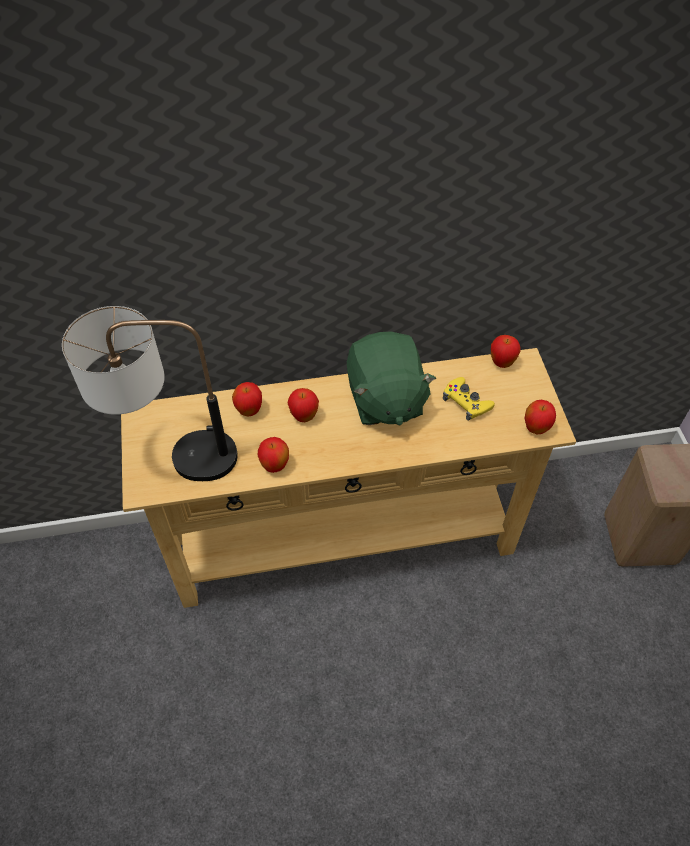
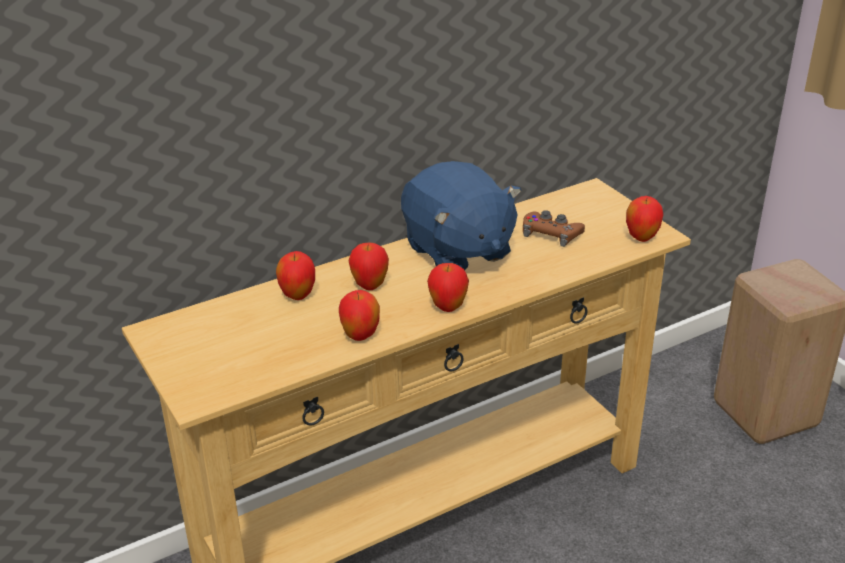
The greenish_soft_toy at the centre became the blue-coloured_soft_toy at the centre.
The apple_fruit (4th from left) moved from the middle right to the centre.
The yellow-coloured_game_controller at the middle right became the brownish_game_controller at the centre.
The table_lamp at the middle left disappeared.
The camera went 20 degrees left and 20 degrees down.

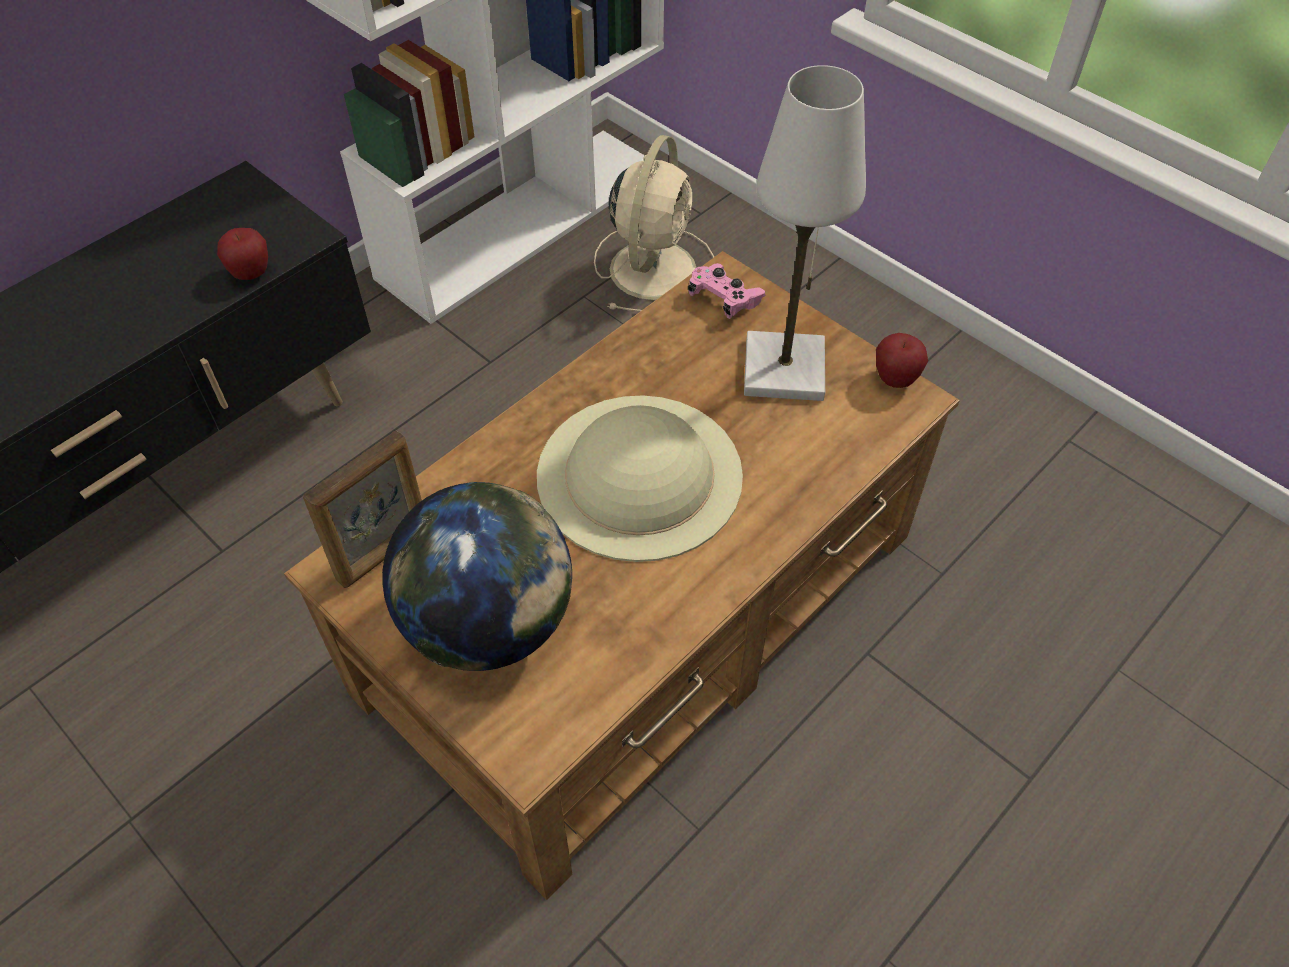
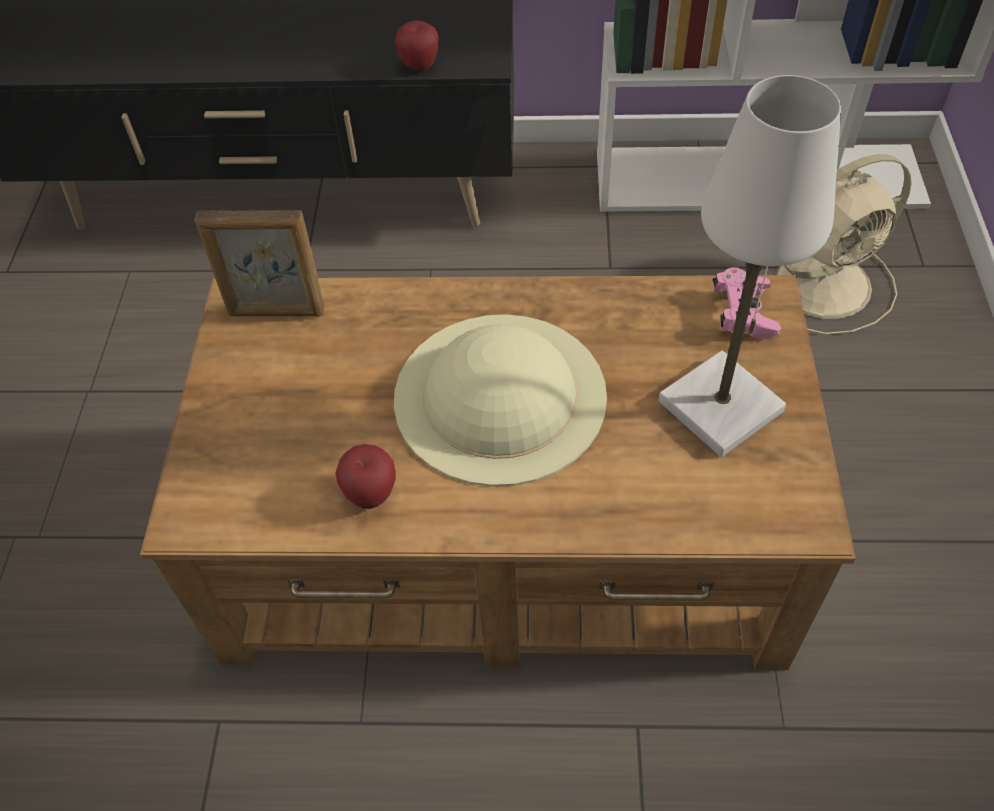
The apple_fruit (2nd from left in the first image) moved from the middle right to the centre.
The world_globe at the centre disappeared.
The camera went 50 degrees right and 0 degrees up.

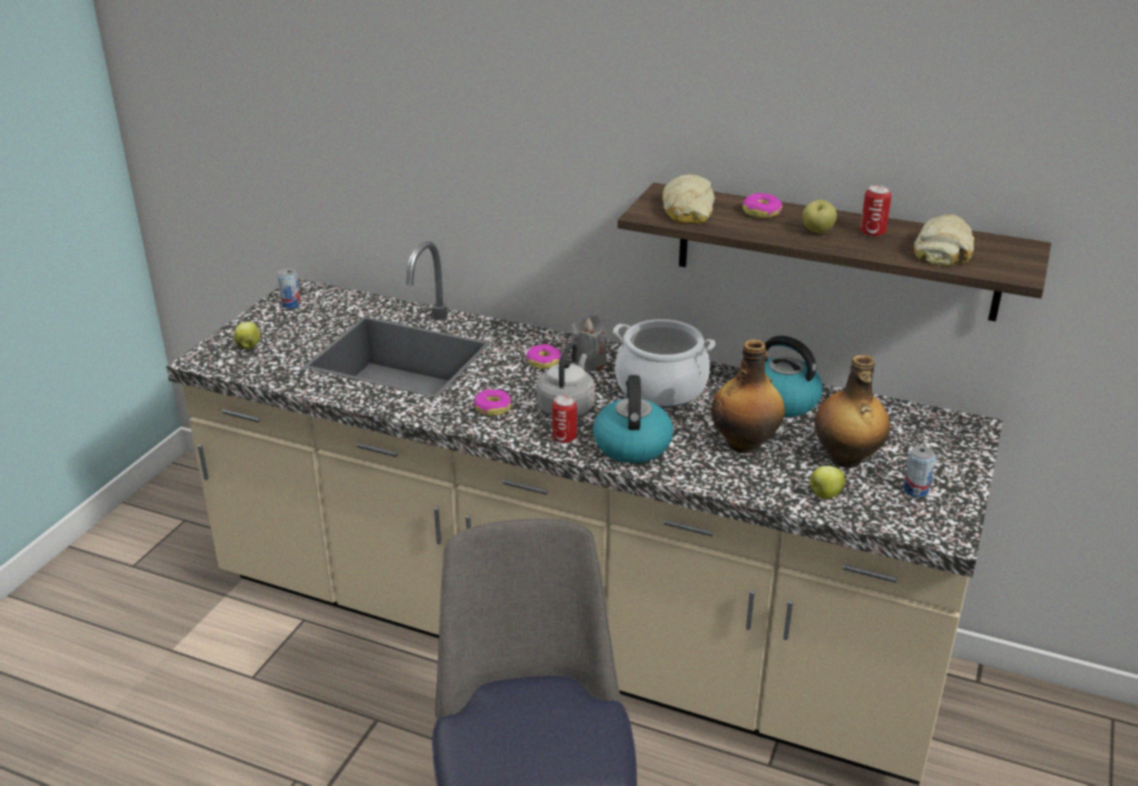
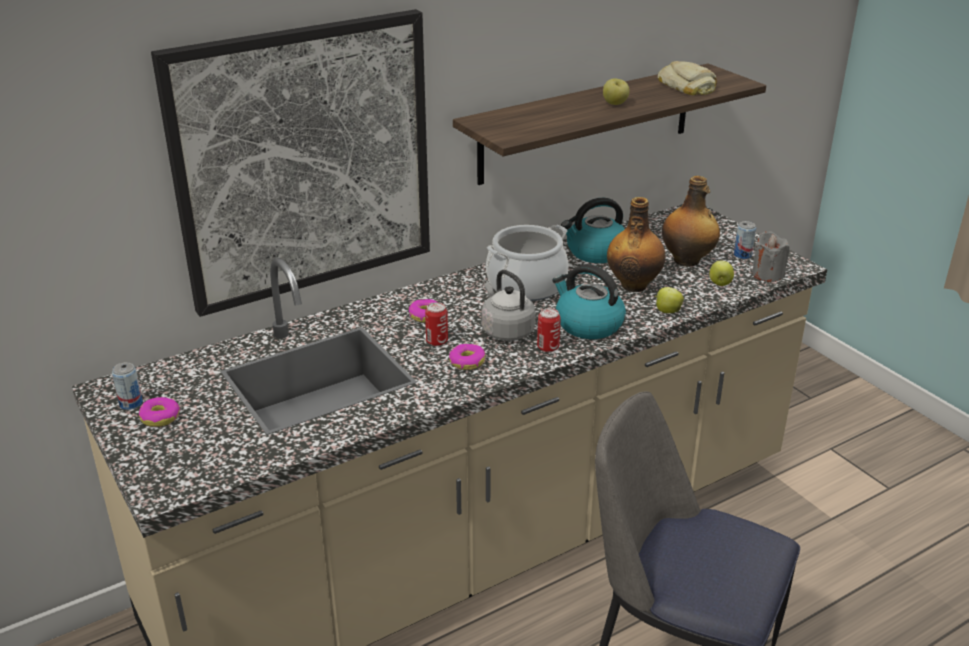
The ring_doughnut (3rd from left in the first image) moved from the top right to the middle left.
The picture at the top left appeared.
The metal_can (3rd from left in the first image) moved from the top right to the centre.
The apple_fruit (1st from left in the first image) moved from the middle left to the middle right.
The gray_wax_candle moved from the centre to the middle right.
The bakery_bread (1st from left) at the top centre disappeared.
The camera went 55 degrees left and 0 degrees up.

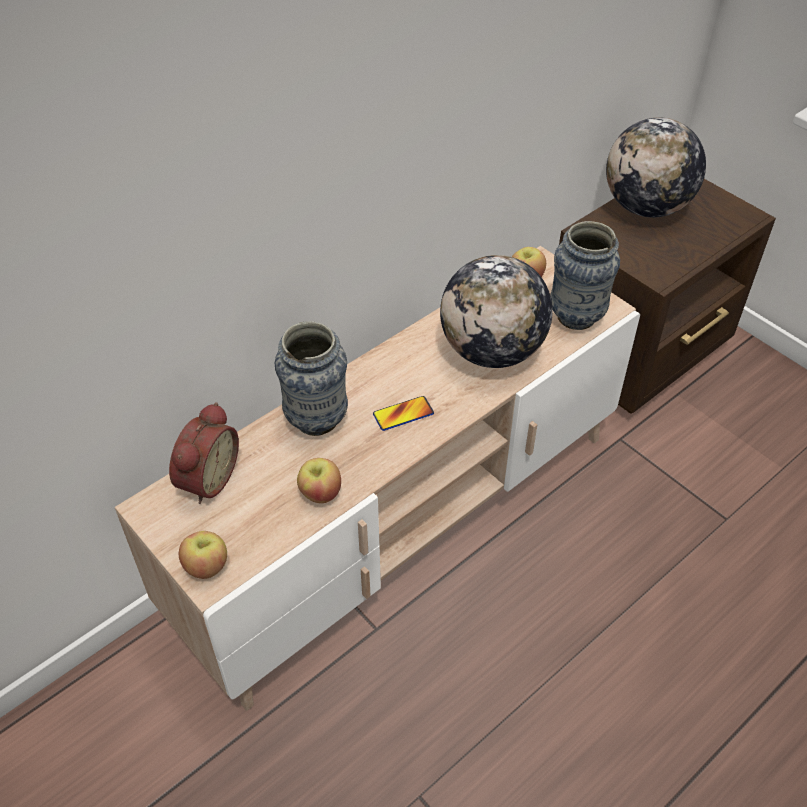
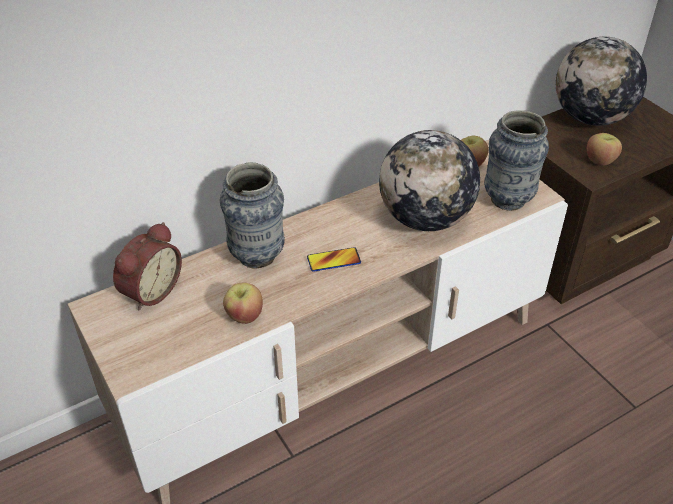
The apple_fruit (1st from left in the first image) moved from the bottom left to the top right.
The camera went 10 degrees right and 5 degrees down.

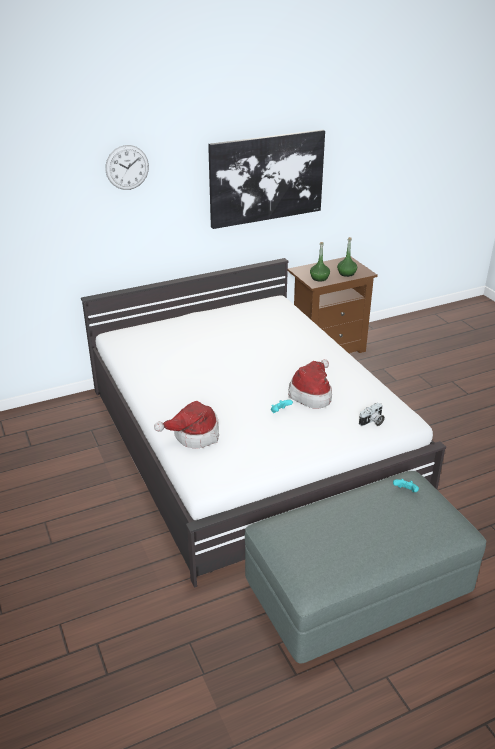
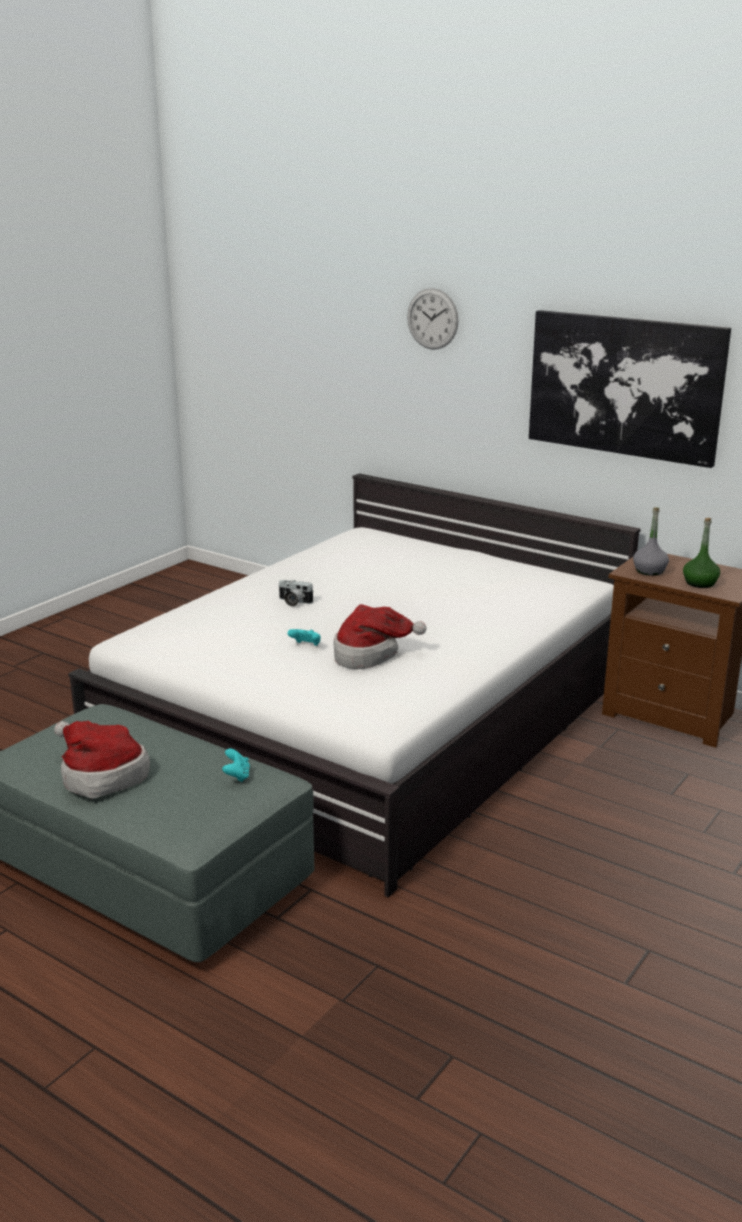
The hat (1st from left) moved from the centre to the middle left.
The still_camera moved from the middle right to the centre.
The greenish_bottle (1st from left) at the centre became the gray_bottle at the middle right.
The camera went 60 degrees right and 10 degrees down.

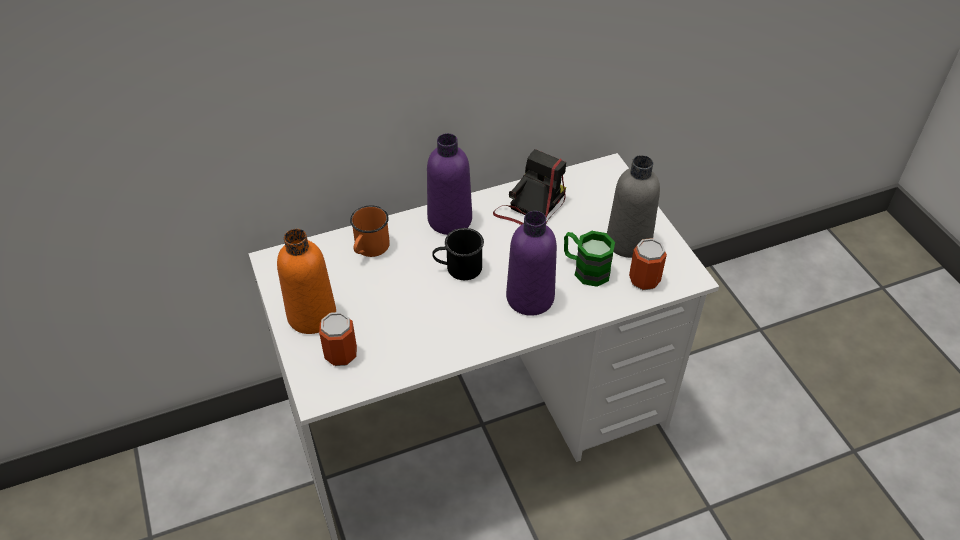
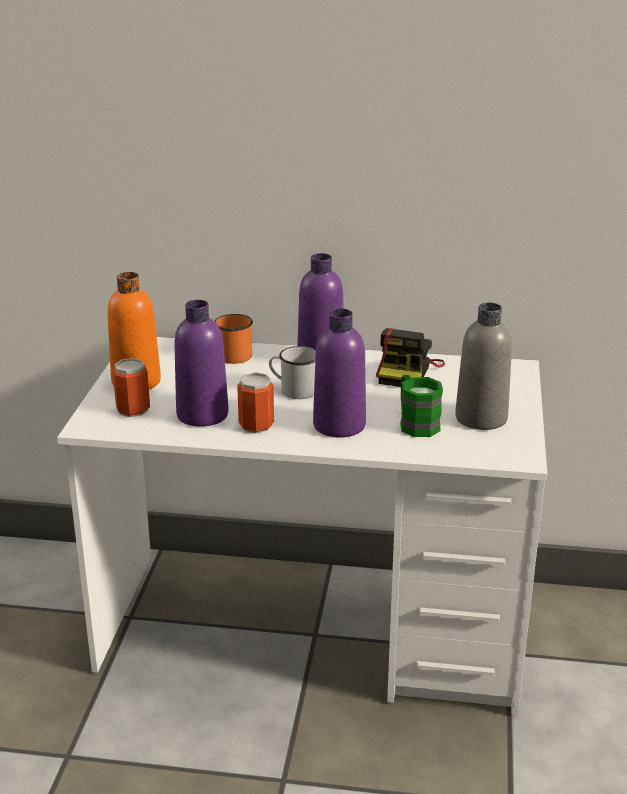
The purple-coloured_bottle (1st from left) at the middle left appeared.
The metal_can (2nd from left) moved from the middle right to the centre.
The blackish_mug at the centre became the white_mug at the centre.
The still_camera at the centre turned 135 degrees clockwise.
The camera went 30 degrees right and 20 degrees down.

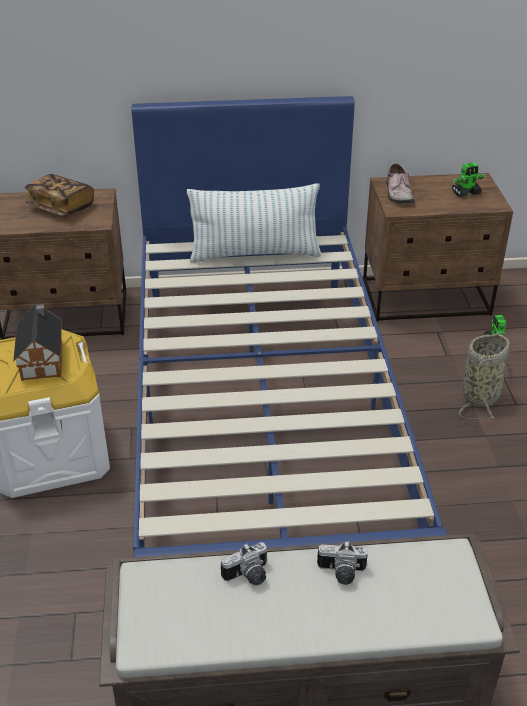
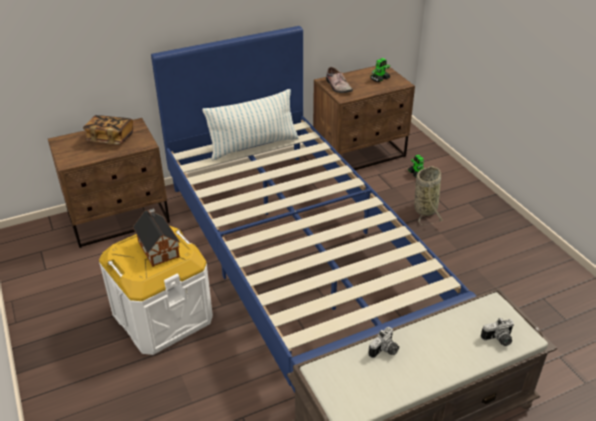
The still_camera (2nd from left) moved from the bottom centre to the bottom right.
The camera went 20 degrees left and 0 degrees up.

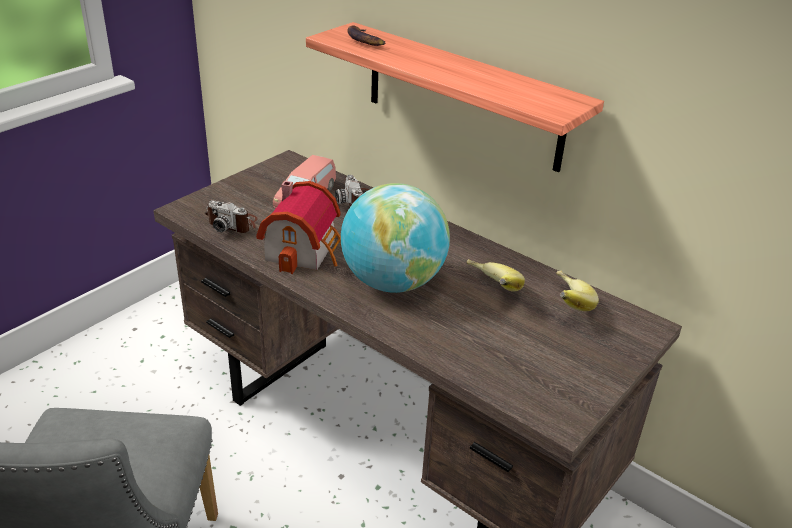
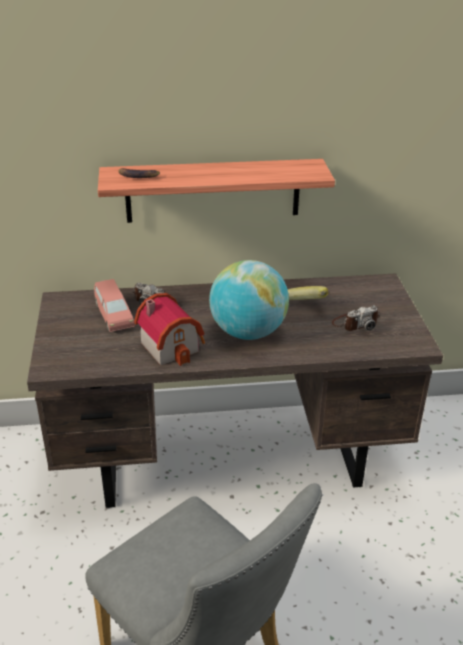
The still_camera (1st from left in the first image) moved from the middle left to the middle right.
The whole_banana (3rd from left) at the middle right disappeared.
The camera went 45 degrees left and 0 degrees up.

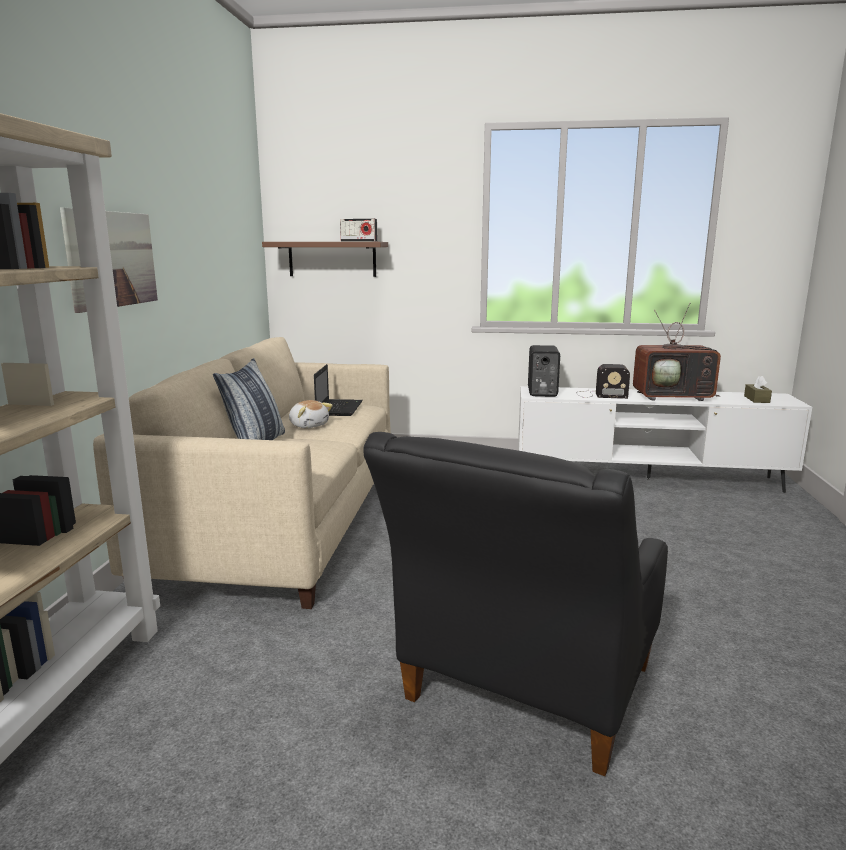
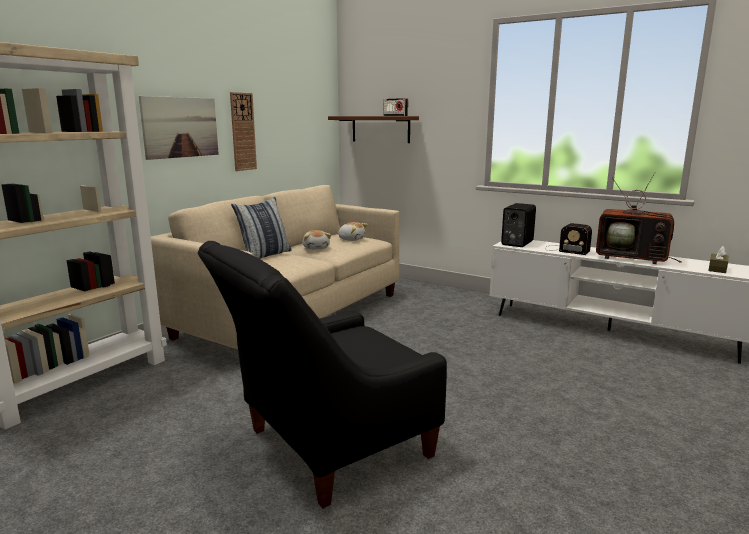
The wall_clock at the top left appeared.
The laptop at the centre was replaced by the soft_toy (2nd from left) at the centre.
The camera went 25 degrees right and 0 degrees up.

